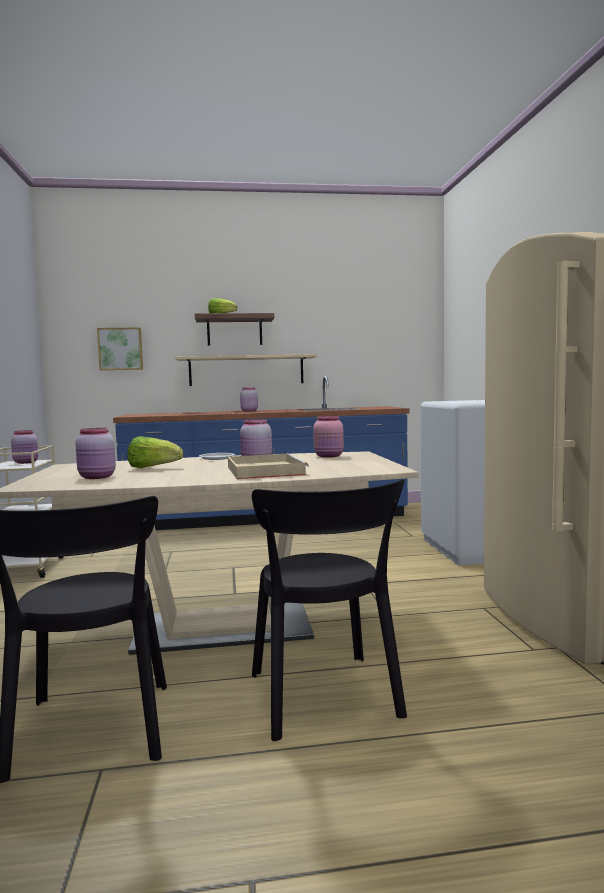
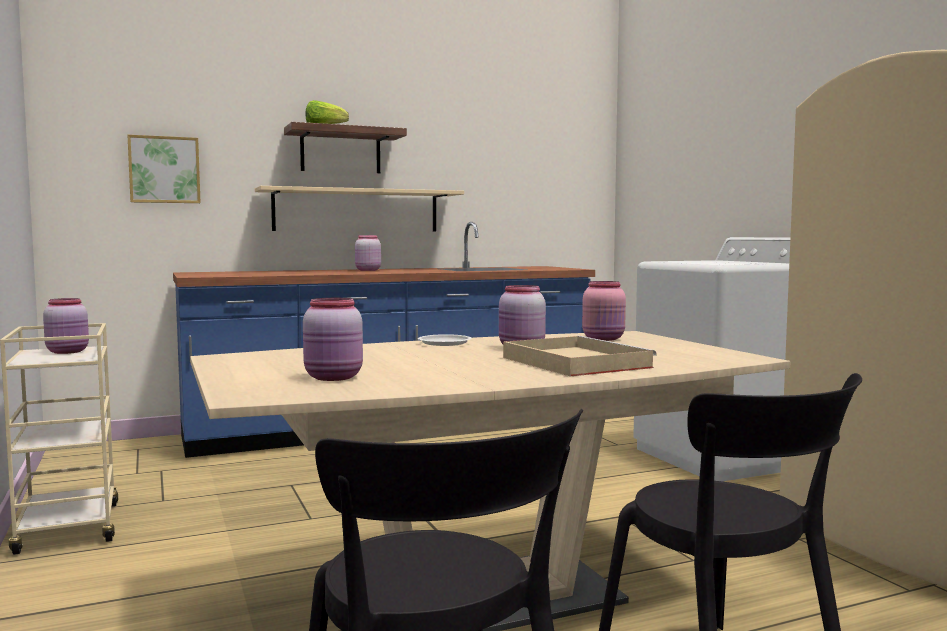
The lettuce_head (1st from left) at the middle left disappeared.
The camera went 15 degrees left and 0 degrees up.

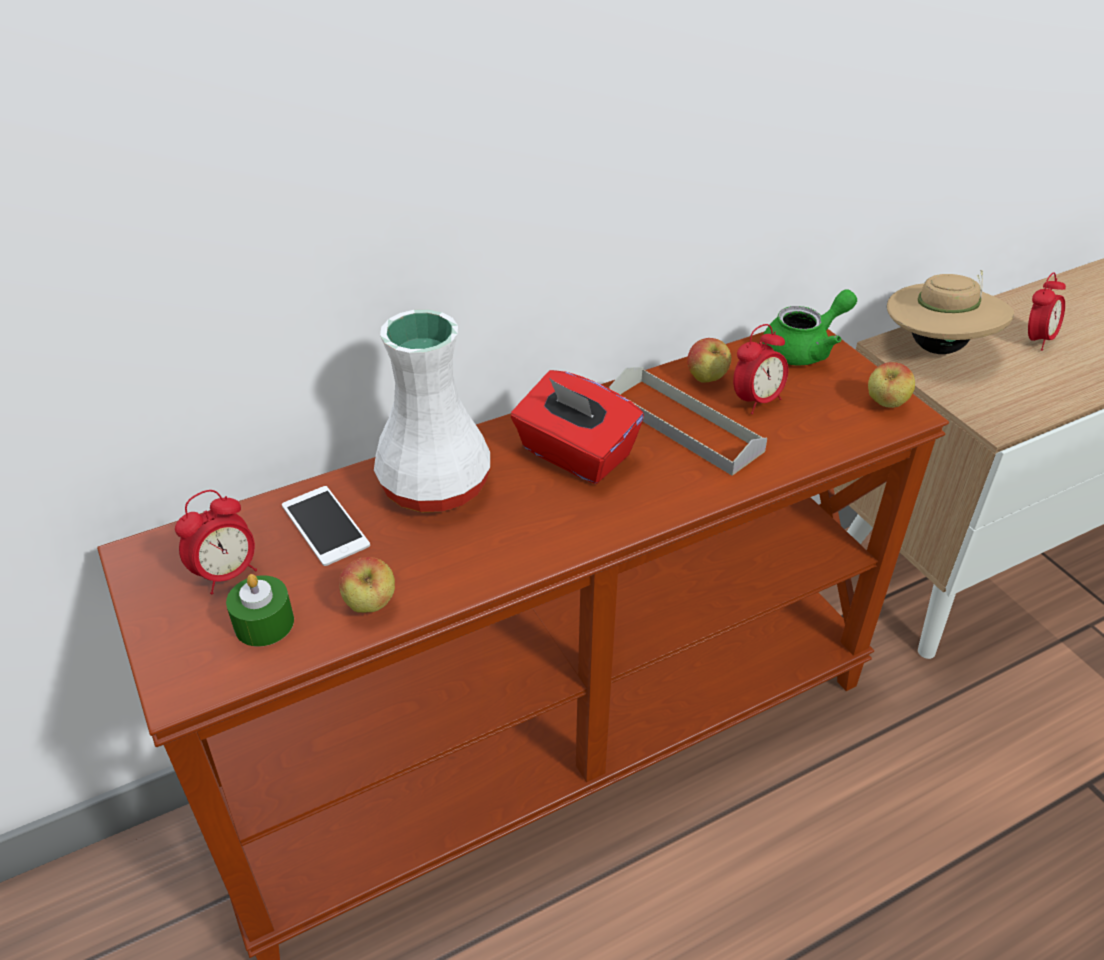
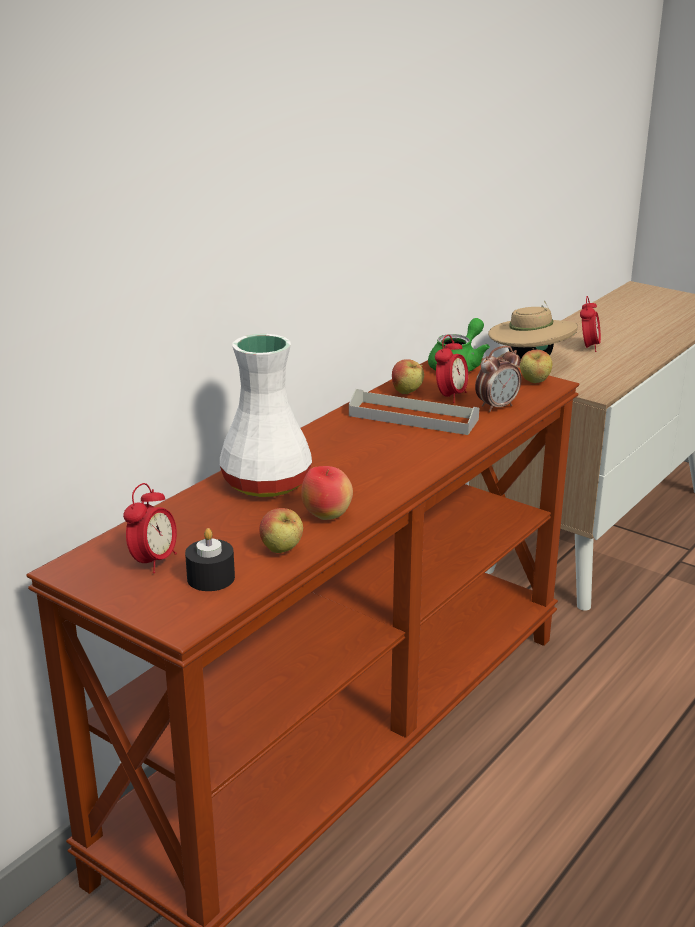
The greenish_wax_candle at the middle left became the blackish_wax_candle at the middle left.
The apple_fruit (2nd from left) at the centre appeared.
The table_clock (3rd from left) at the middle right appeared.
The phone at the middle left disappeared.
The red-coloured_tissue_holder at the centre disappeared.
The camera went 25 degrees left and 15 degrees down.

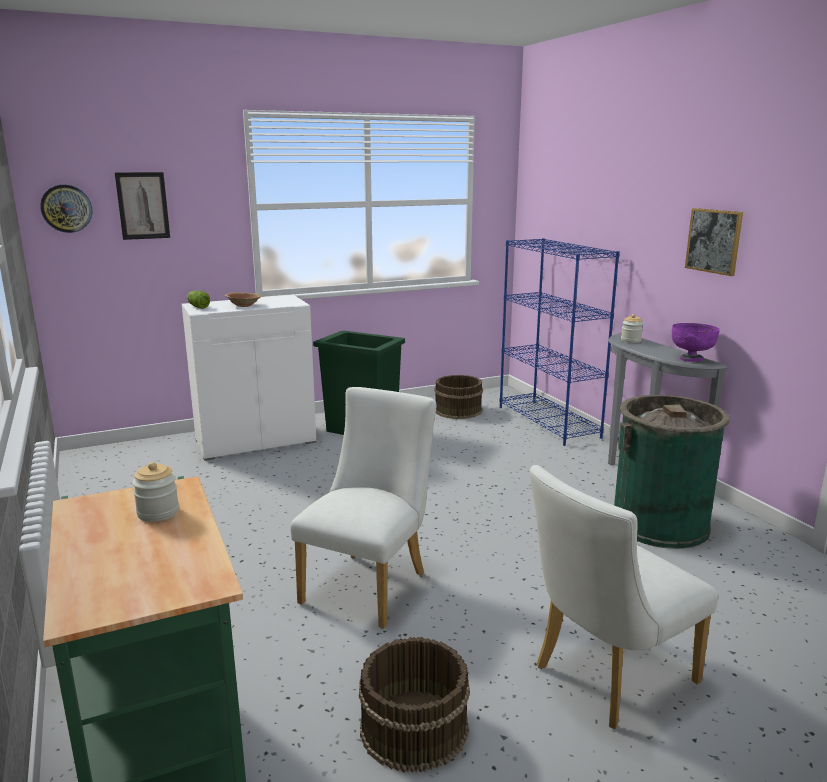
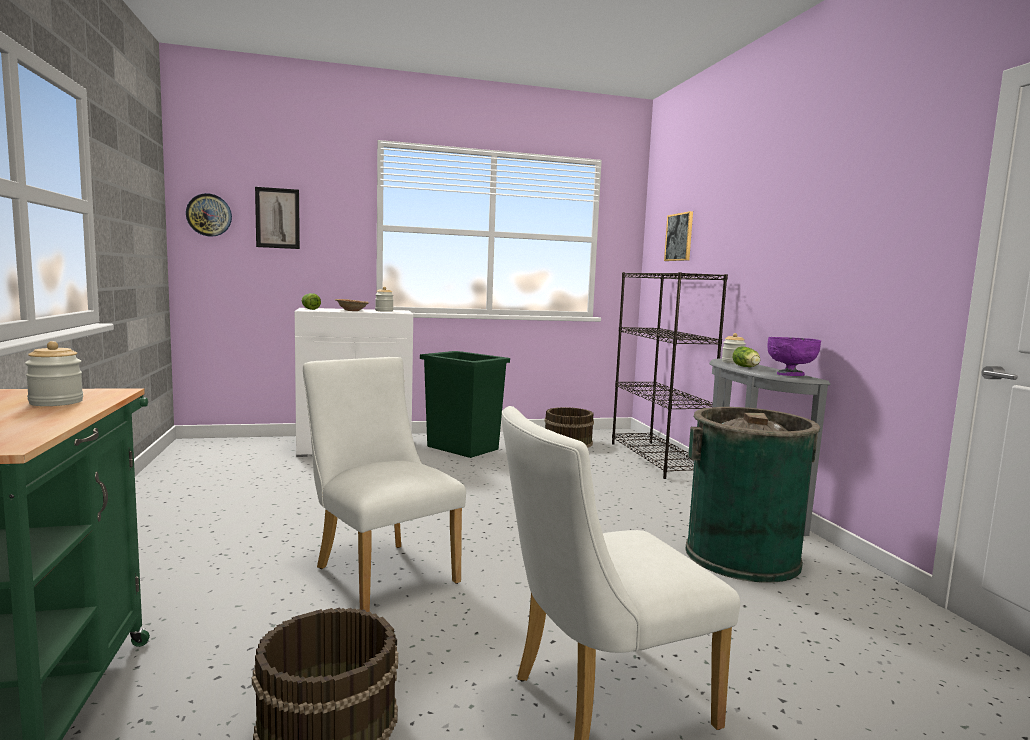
The white_plain_chair (1st from left) at the centre turned 75 degrees counterclockwise.
The storage_jar (2nd from left) at the centre appeared.
The blue-coloured_bookshelf at the middle right became the blackish_bookshelf at the centre.
The picture (2nd from left) moved from the top right to the top centre.
The lettuce_head (2nd from left) at the middle right appeared.
The camera went 10 degrees right and 10 degrees down.

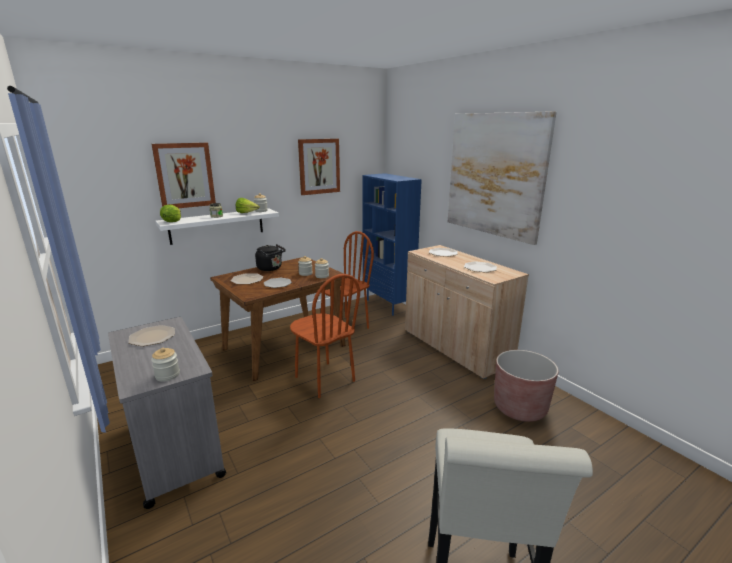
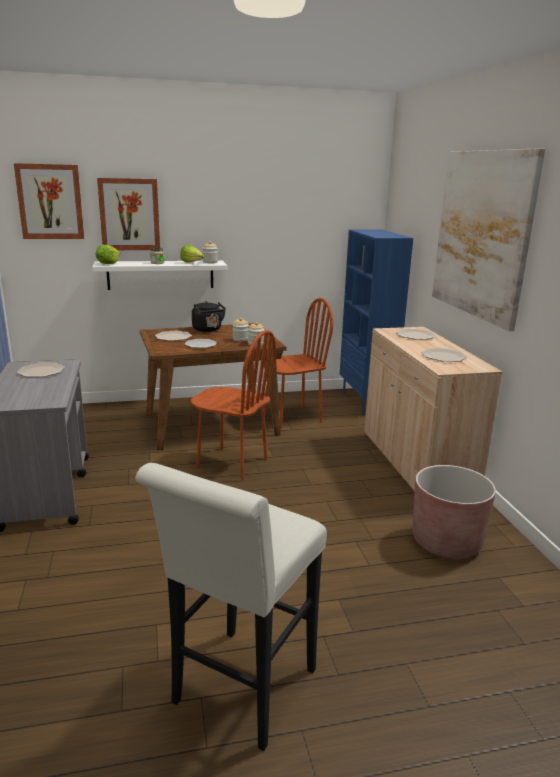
The picture (2nd from left in the first image) moved from the top centre to the top left.
The brownish_plain_chair (1st from left) at the centre turned 45 degrees counterclockwise.
The storage_jar (1st from left) at the middle left disappeared.
The camera went 20 degrees right and 0 degrees up.

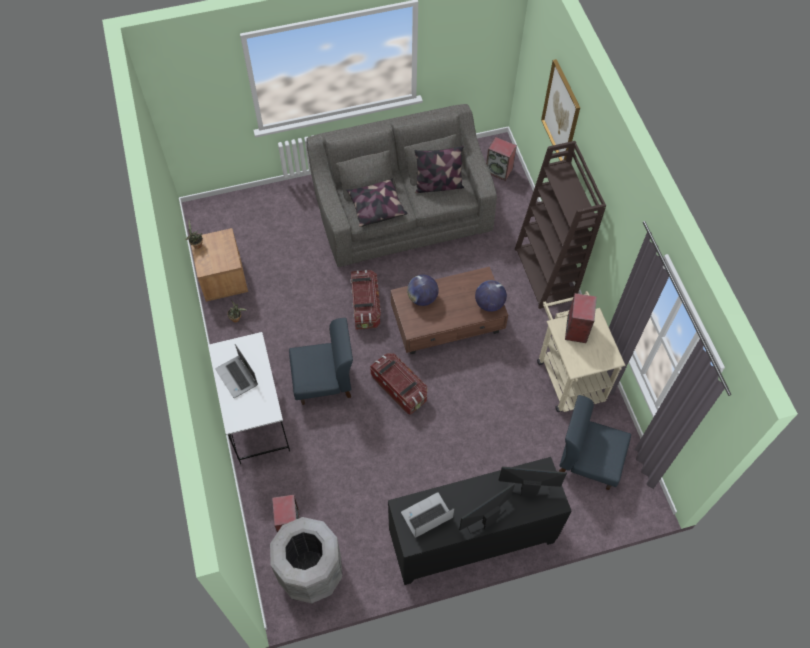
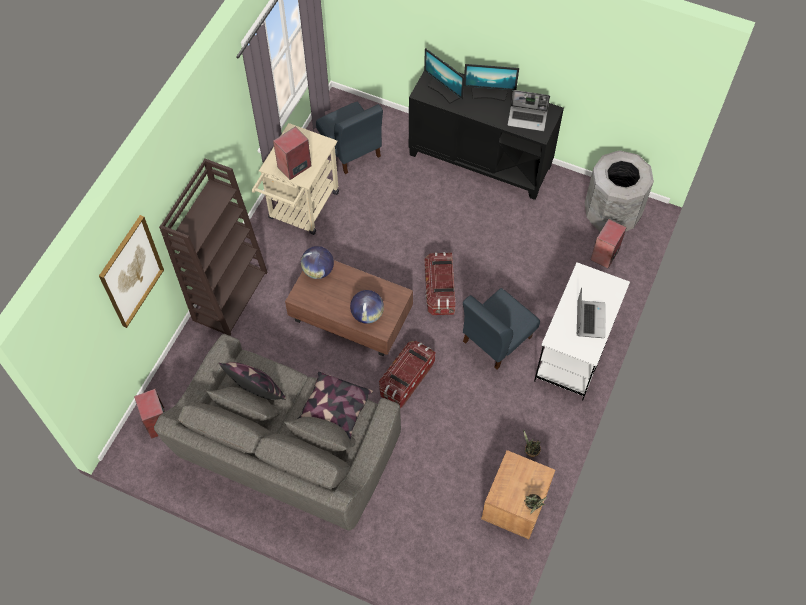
The blue-coloured_plain_chair (1st from left in the first image) at the centre turned 75 degrees counterclockwise.
The camera went 140 degrees left and 0 degrees up.

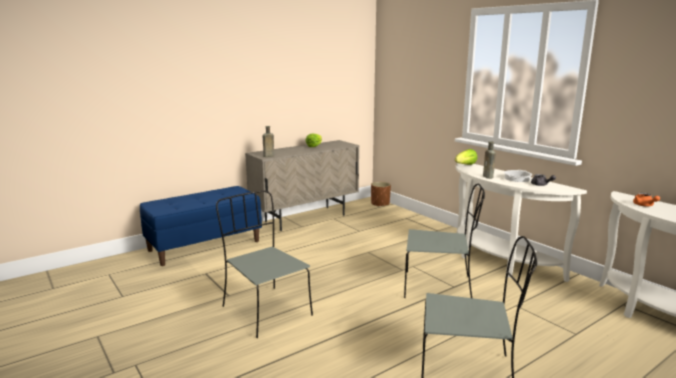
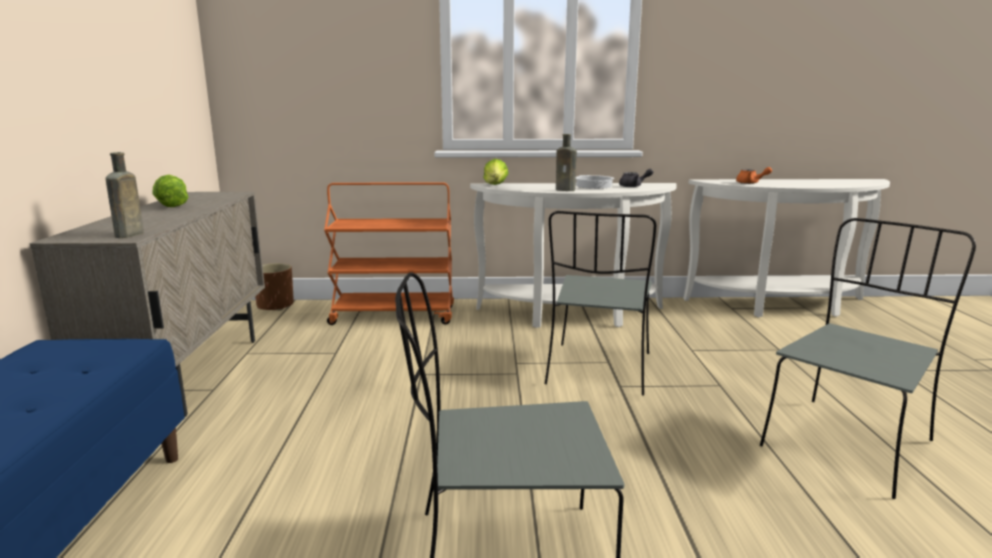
The orange-coloured_trolley at the centre appeared.
The gray_plain_chair (2nd from left) at the centre turned 150 degrees clockwise.
The camera went 55 degrees left and 0 degrees up.

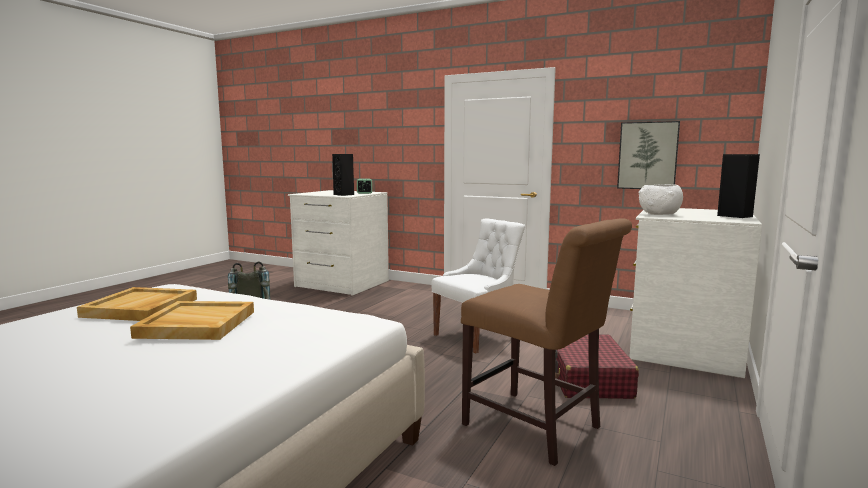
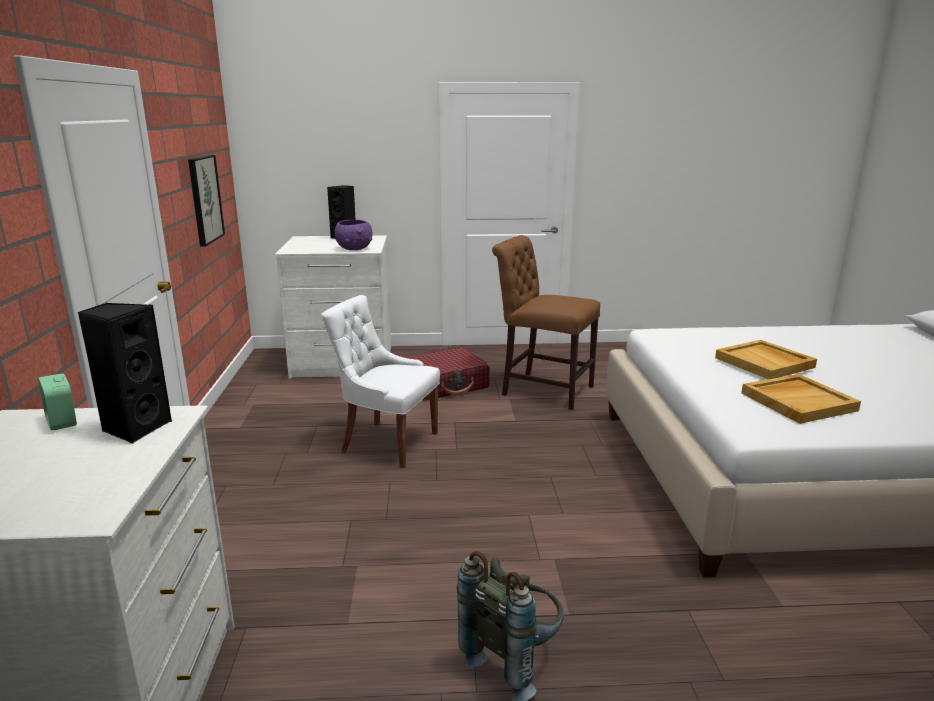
The white_bowl at the middle right became the purple-coloured_bowl at the centre.
The brownish_plain_chair at the bottom centre turned 75 degrees counterclockwise.
The camera went 120 degrees left and 10 degrees up.

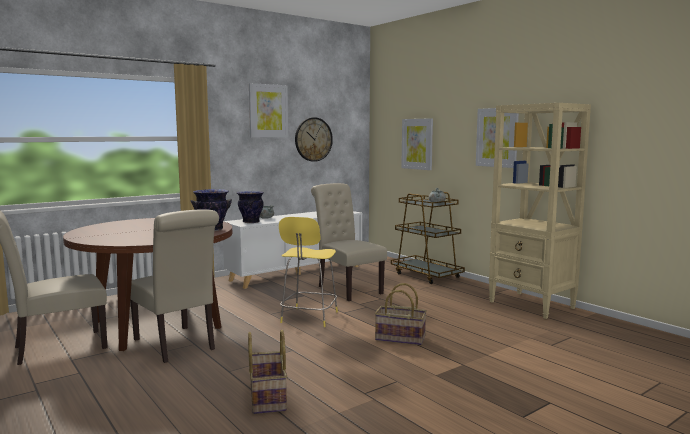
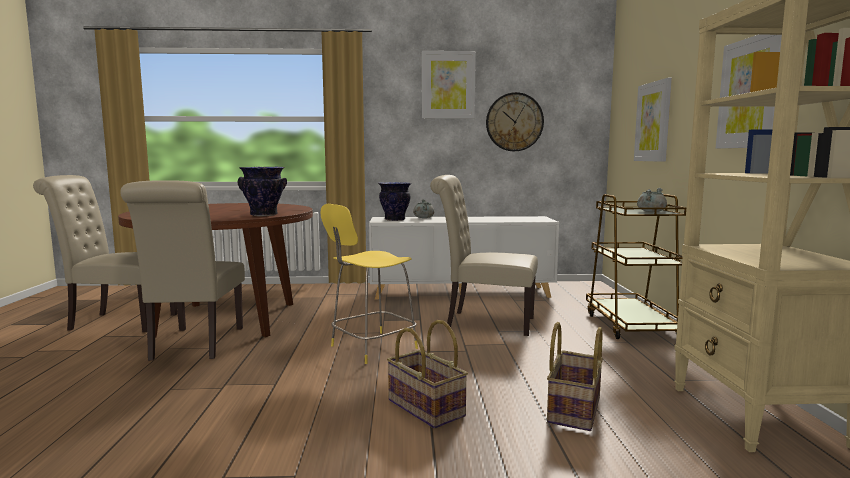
The beige_plain_chair (3rd from left) at the centre turned 75 degrees counterclockwise.
The basket (1st from left in the first image) moved from the bottom centre to the bottom right.
The camera went 35 degrees right and 0 degrees up.

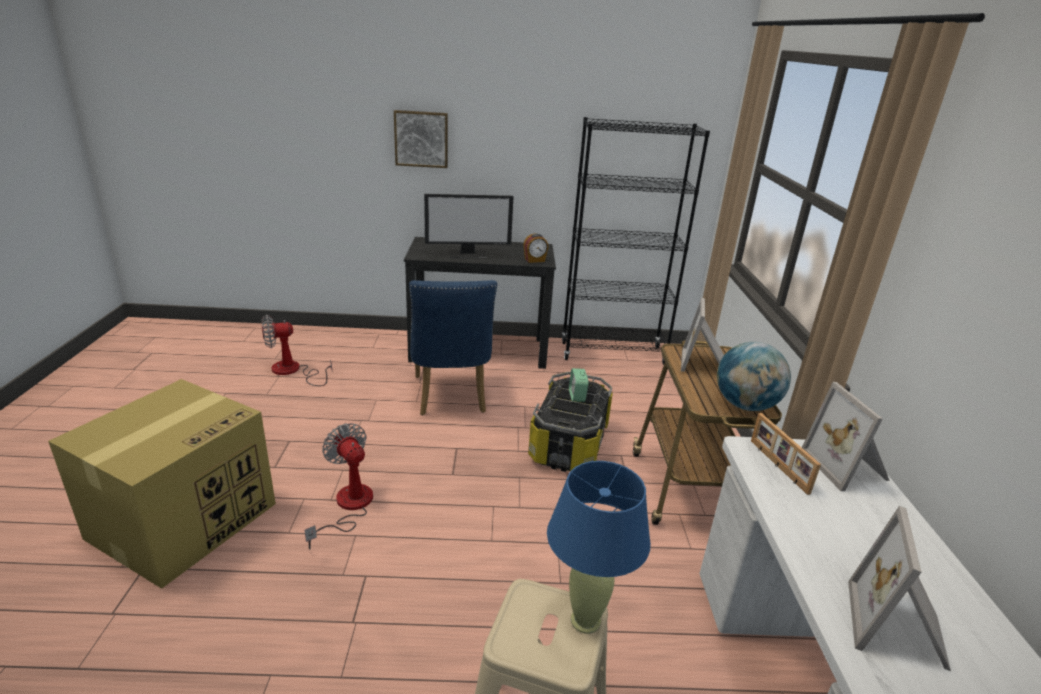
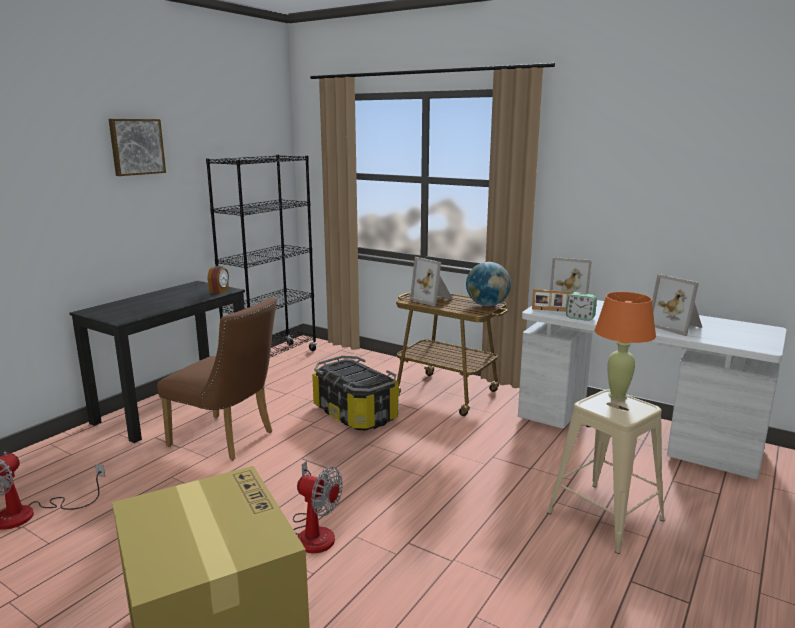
The picture moved from the top centre to the top left.
The blue-coloured_plain_chair at the centre became the brownish_plain_chair at the middle left.
The electric_fan (2nd from left) at the bottom left turned 150 degrees counterclockwise.
The table_clock (2nd from left) moved from the centre to the middle right.
The blue-coloured_table_lamp at the bottom centre became the orange-coloured_table_lamp at the middle right.
The monitor at the top centre disappeared.
The camera went 55 degrees left and 10 degrees down.

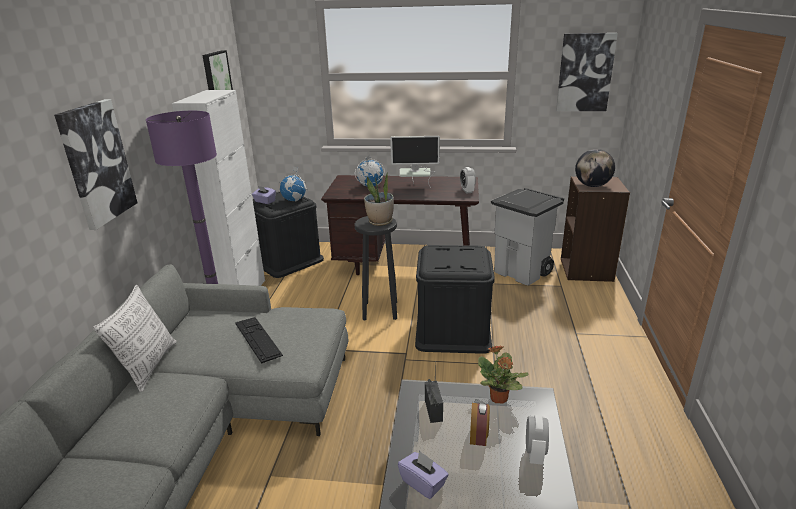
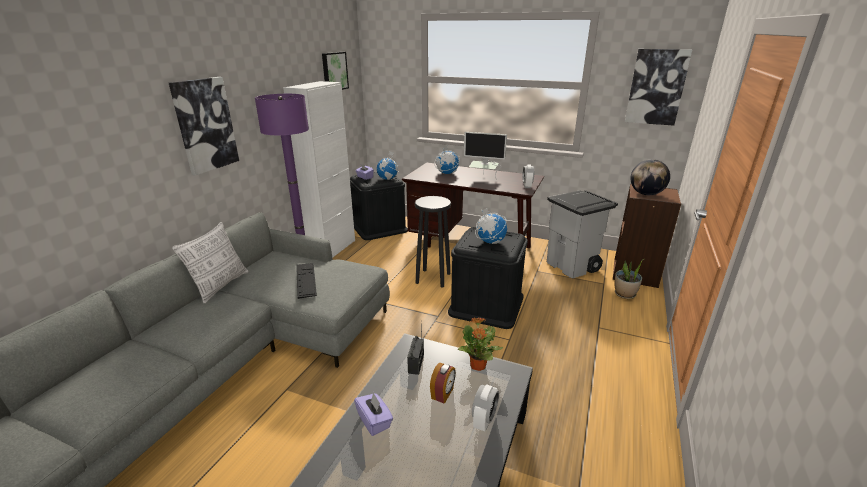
The world_globe (3rd from left) at the centre appeared.
The potted_plant (1st from left in the first image) moved from the centre to the middle right.
The camera went 15 degrees right and 0 degrees up.

